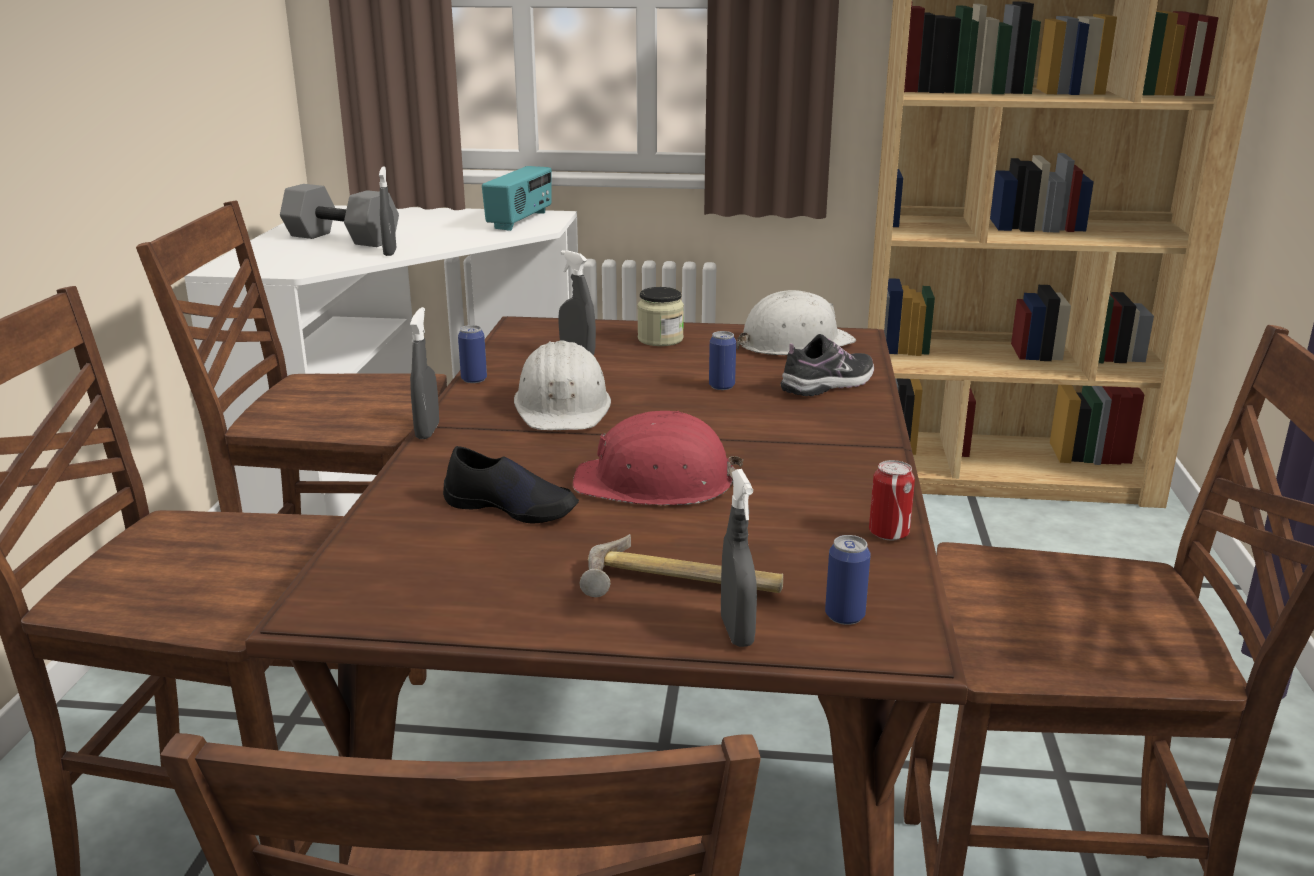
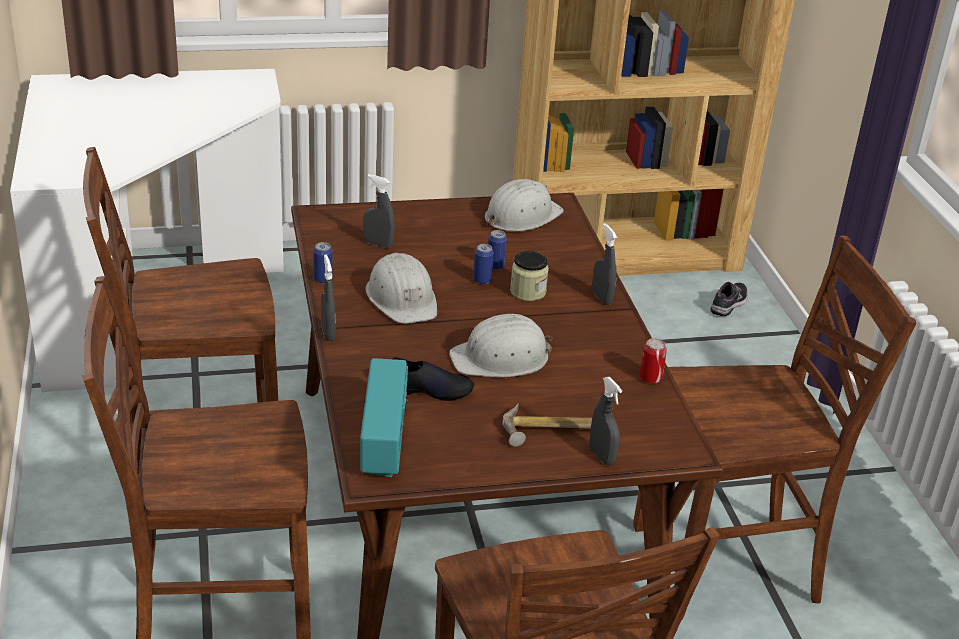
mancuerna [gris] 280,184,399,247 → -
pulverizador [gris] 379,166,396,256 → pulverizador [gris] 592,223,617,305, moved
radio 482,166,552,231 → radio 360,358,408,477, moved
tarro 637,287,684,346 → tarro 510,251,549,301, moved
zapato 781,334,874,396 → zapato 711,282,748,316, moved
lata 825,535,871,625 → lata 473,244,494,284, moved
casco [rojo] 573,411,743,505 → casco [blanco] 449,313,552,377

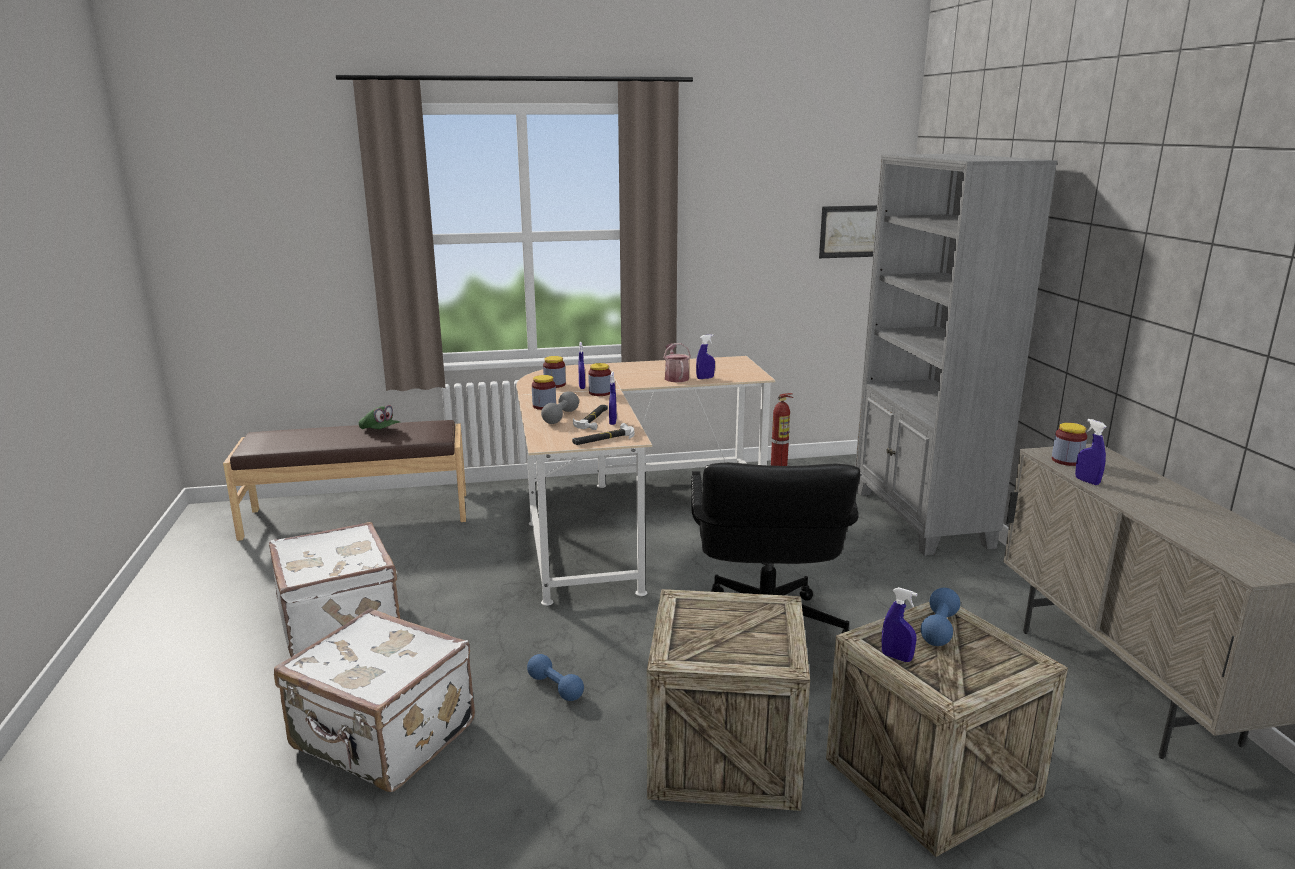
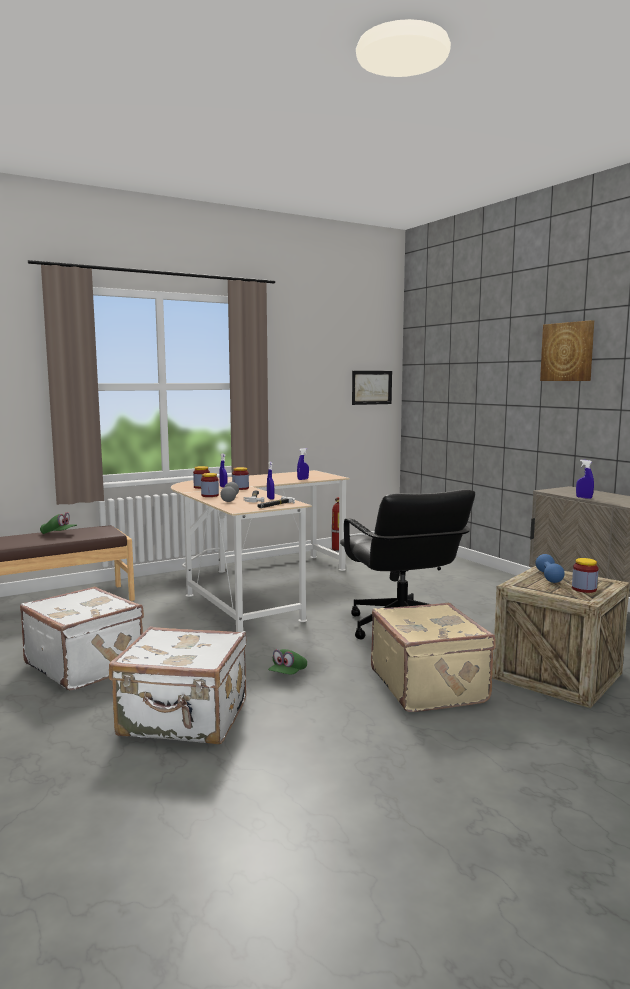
regadera 663,343,691,382 → -
estantería [gris] 855,154,1057,556 → -
pulverizador [azul] 882,587,917,662 → -
- → cuadro 540,320,594,381
tarro 1052,423,1087,466 → tarro 572,558,598,593, moved
mancuerna [azul] 527,654,584,701 → gorra [verde] 268,649,307,675
caja de embalaje 647,589,810,811 → maleta [beis] 371,603,496,712

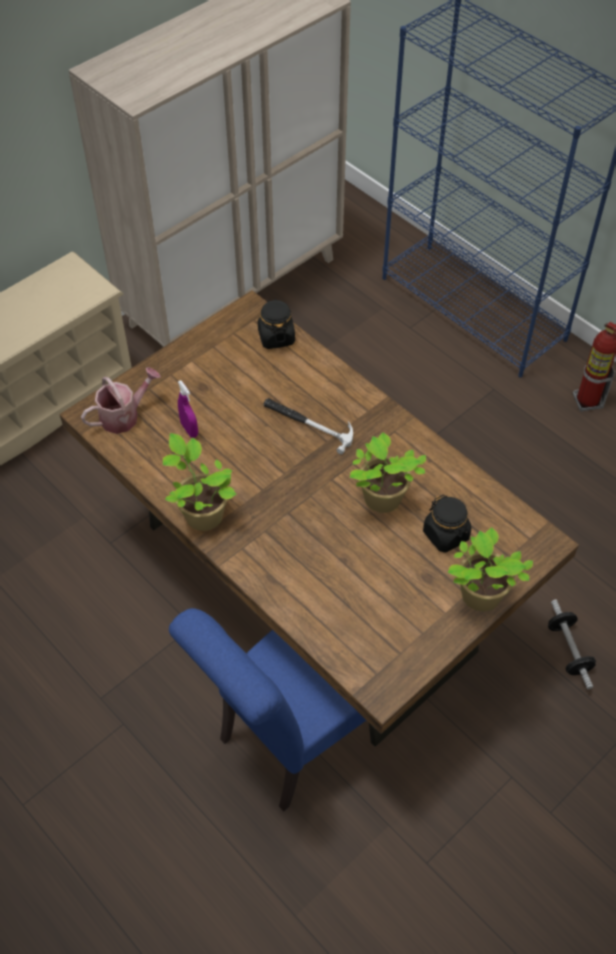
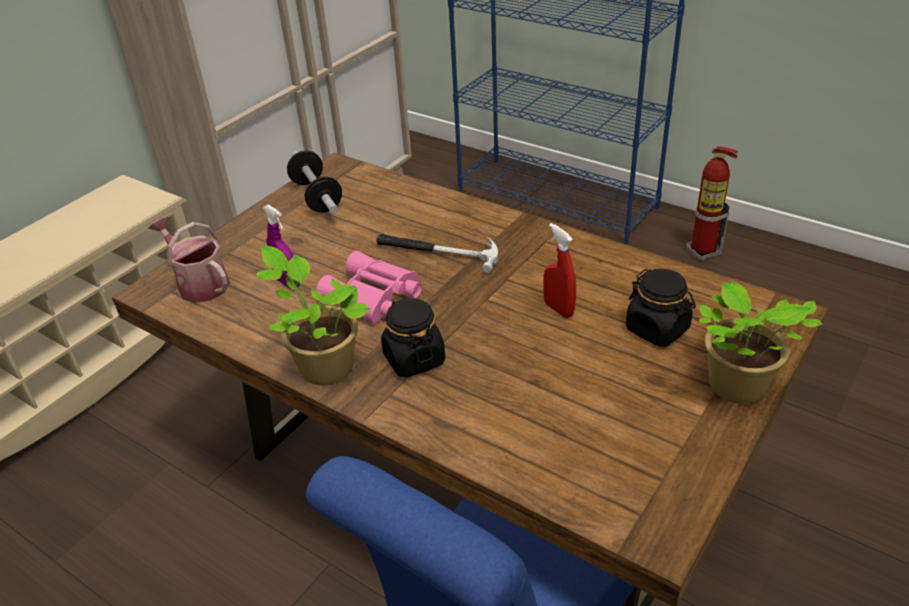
- → prismáticos [rosa] 316,251,422,324
tarro [negro] 258,299,295,349 → tarro [negro] 381,298,445,378, moved
mancuerna 548,600,596,689 → mancuerna 287,151,342,213, moved
planta en maceta 350,432,426,513 → pulverizador [rojo] 543,223,576,318
regadera 81,367,161,434 → regadera 148,217,230,303, 90 degrees counterclockwise

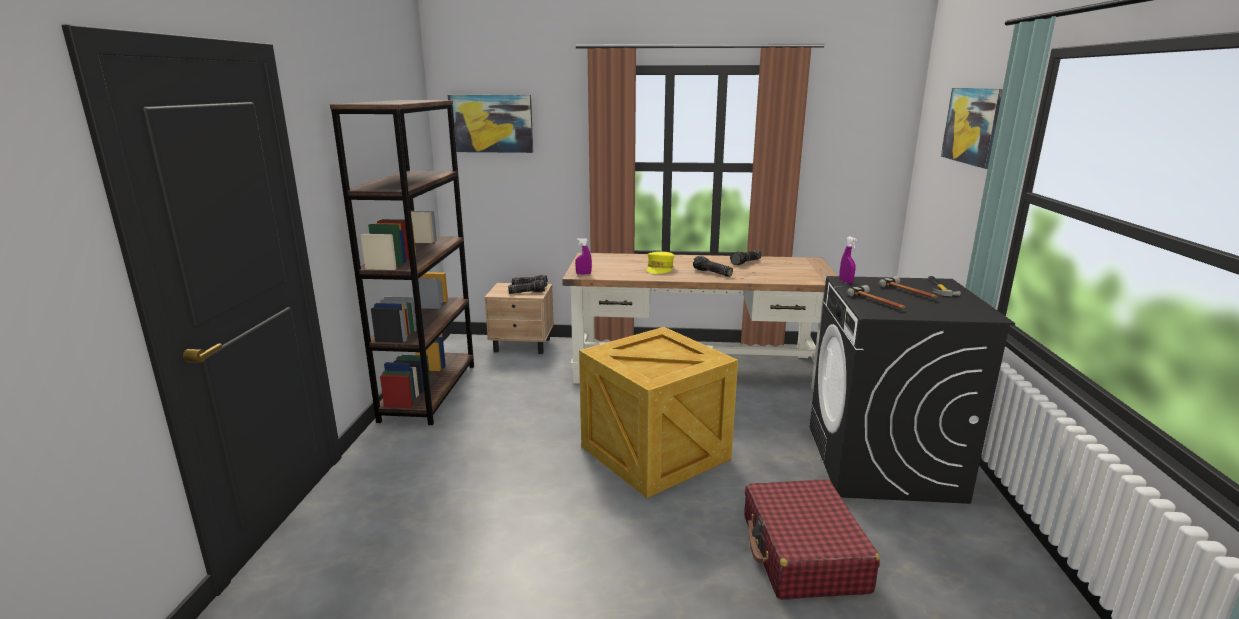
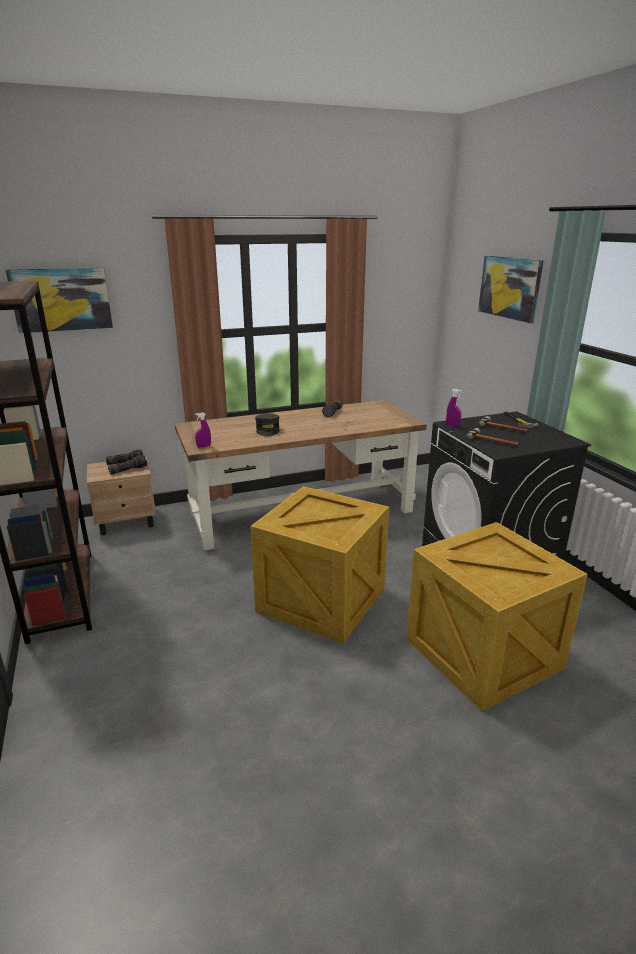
linterna 693,256,733,277 → -
maleta [rojo] 745,479,880,600 → caja de embalaje 406,522,588,712
gorra [amarillo] 647,252,674,274 → gorra [gris] 255,413,280,436

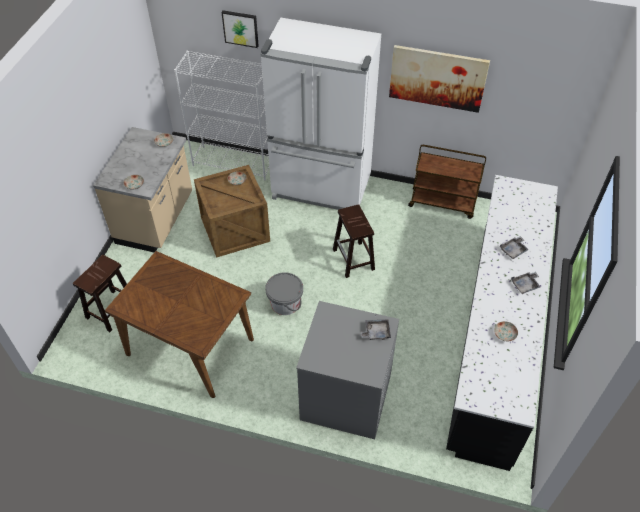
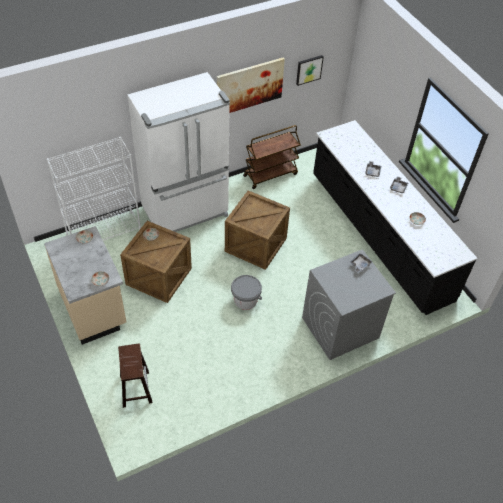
mesa de comedor [marrón] 104,251,254,398 → -
cuadro 221,10,259,48 → cuadro 296,55,324,86, moved
taburete [marrón] 333,204,375,278 → caja de embalaje 225,190,290,270

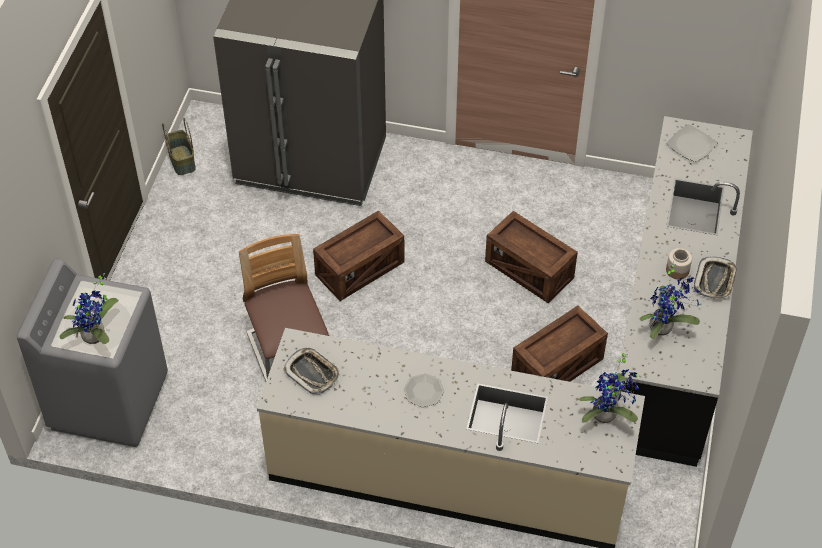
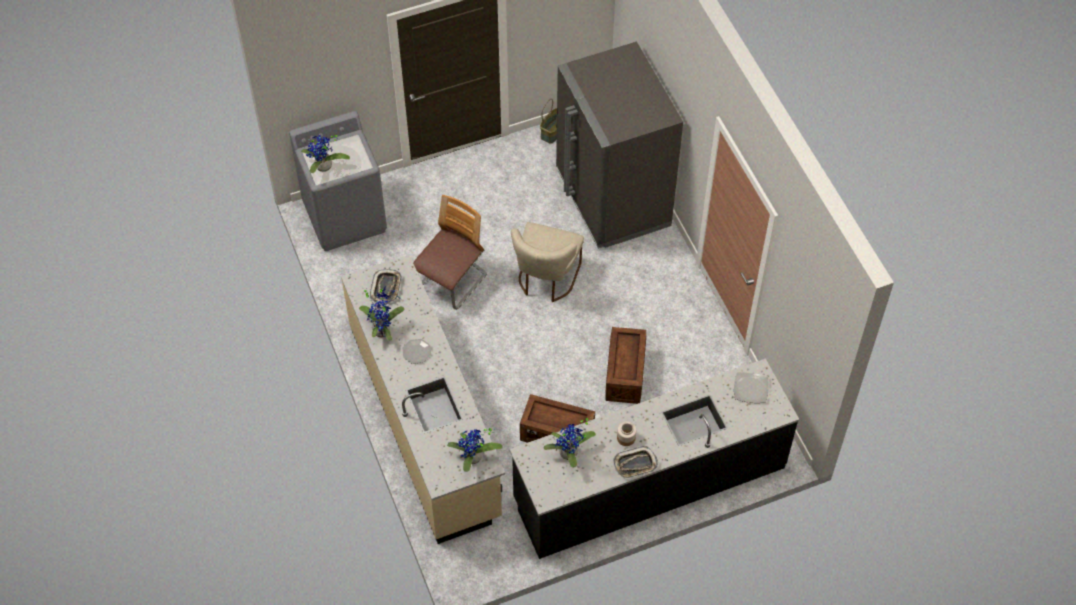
- → planta en maceta 359,286,404,341
caja de embalaje 313,210,404,301 → silla [beis] 511,222,584,302

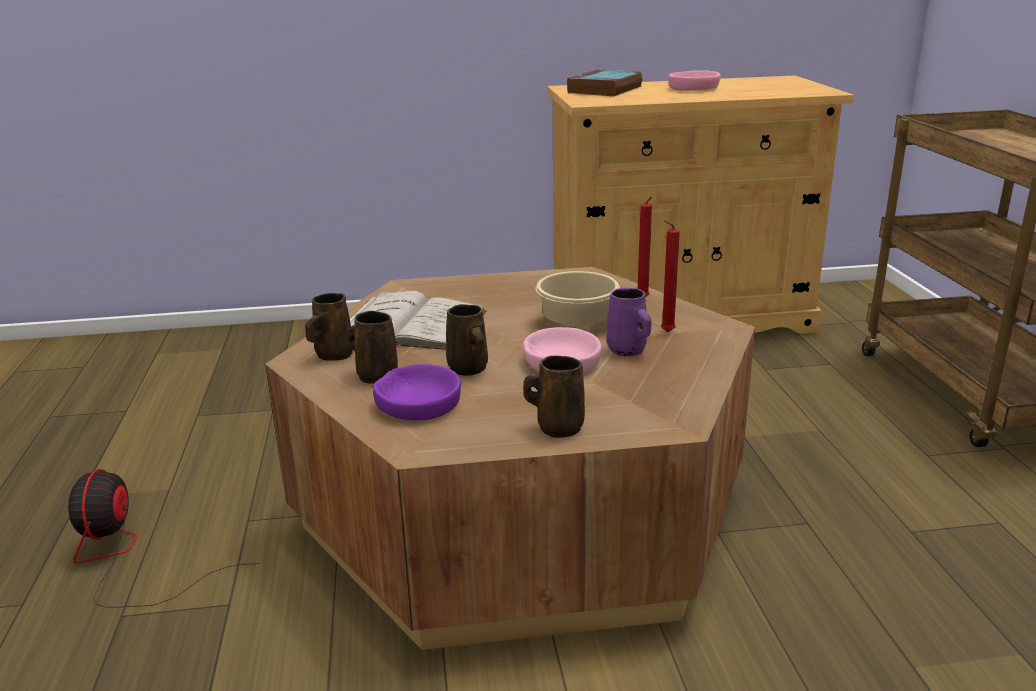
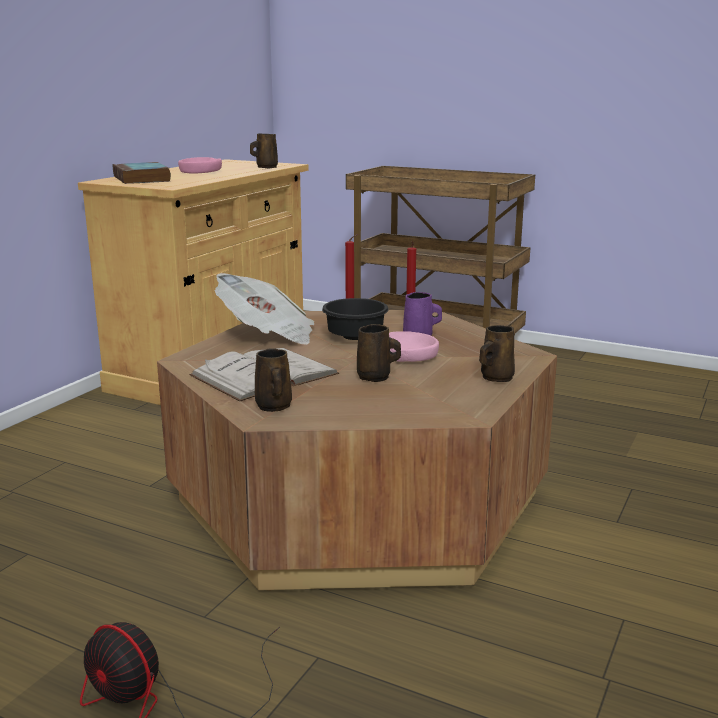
cuenco [morado] 373,364,461,421 → -
- → periódico 215,273,314,345
taza grande [marrón] 348,311,398,384 → taza grande [marrón] 250,133,278,168, moved
cuenco [beis] 536,271,620,327 → cuenco [negro] 322,298,389,340

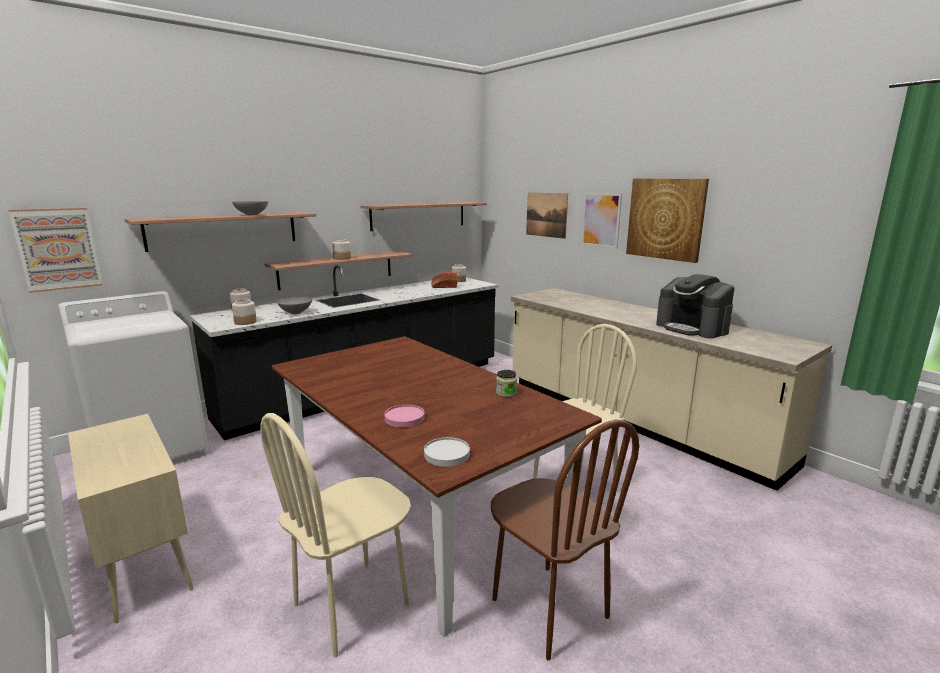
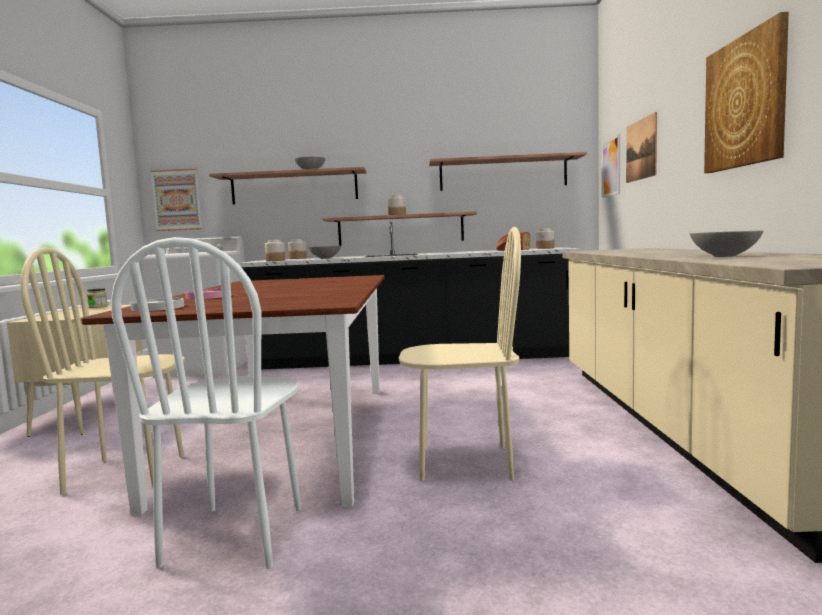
tarro 496,370,517,397 → tarro 87,288,108,308, moved
cuadro 581,193,622,249 → cuadro 602,134,620,198, moved
cafetera 656,274,734,339 → cuenco [gris] 690,231,763,257
silla [marrón] 491,420,639,660 → silla [blanco] 111,237,301,569

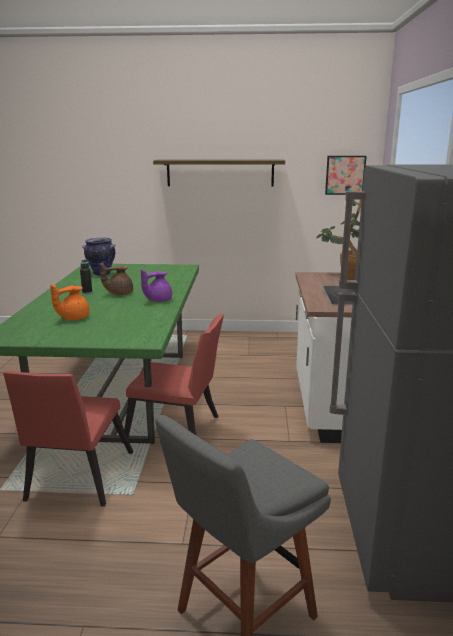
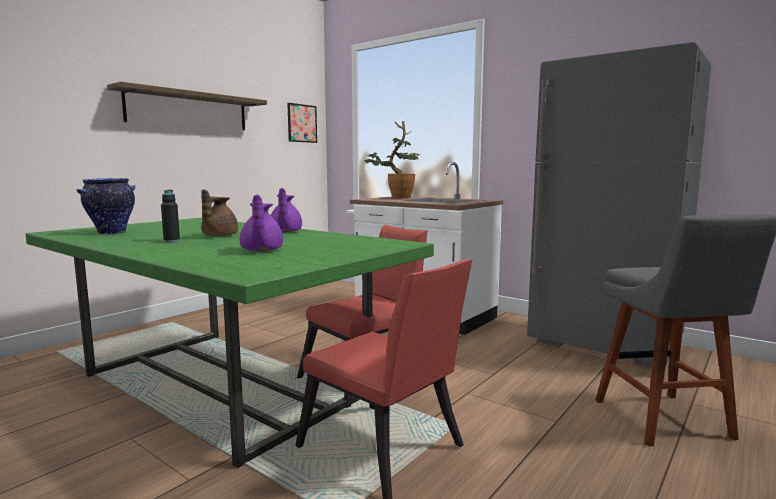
tetera [naranja] 50,285,90,320 → tetera [morado] 240,195,283,251

